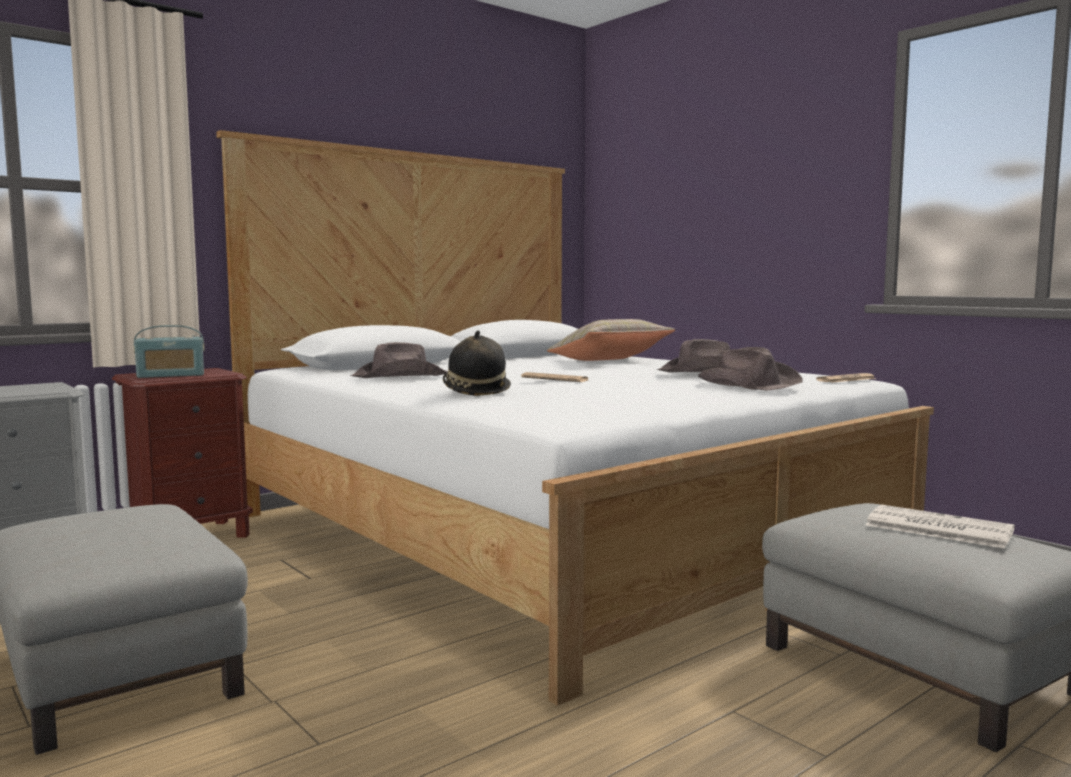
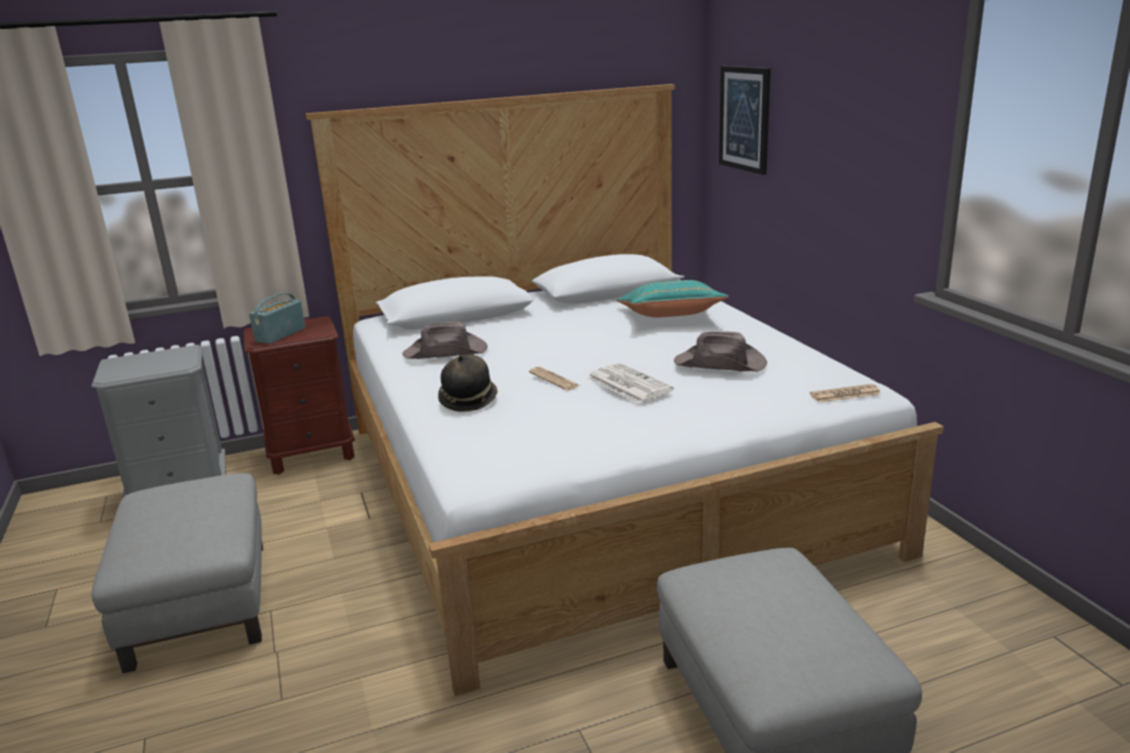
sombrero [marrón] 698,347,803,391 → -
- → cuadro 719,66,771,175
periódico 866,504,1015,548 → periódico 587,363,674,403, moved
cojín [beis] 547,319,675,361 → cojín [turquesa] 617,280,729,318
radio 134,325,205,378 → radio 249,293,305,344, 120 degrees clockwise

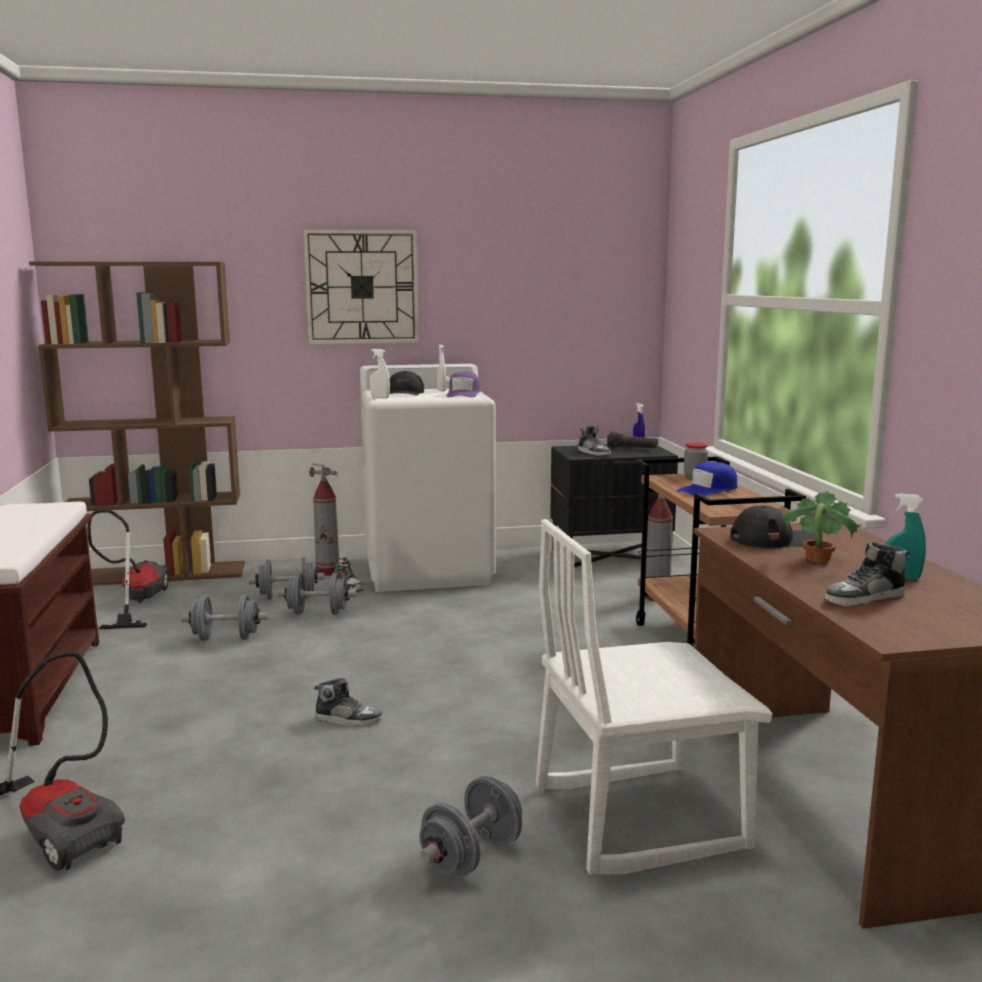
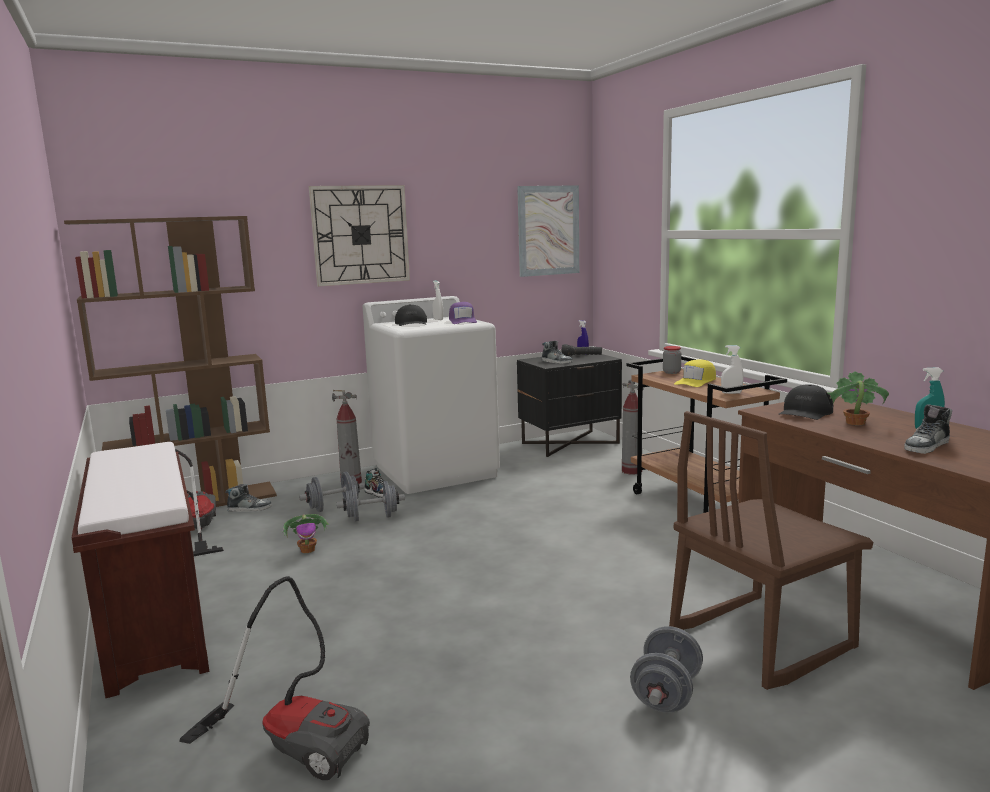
- → cuadro 517,185,579,277
zapato 314,678,382,726 → zapato 225,484,272,512, moved
pulverizador [blanco] 370,349,390,398 → pulverizador [blanco] 721,345,744,394, moved
mancuerna [gris] 182,594,268,641 → planta en maceta 282,514,329,553
silla [blanco] 536,519,773,875 → silla [marrón] 669,411,873,690
gorra [azul] 676,462,737,496 → gorra [amarillo] 674,359,716,387
gorra [negro] 730,505,816,548 → gorra [negro] 779,384,833,420, 150 degrees clockwise

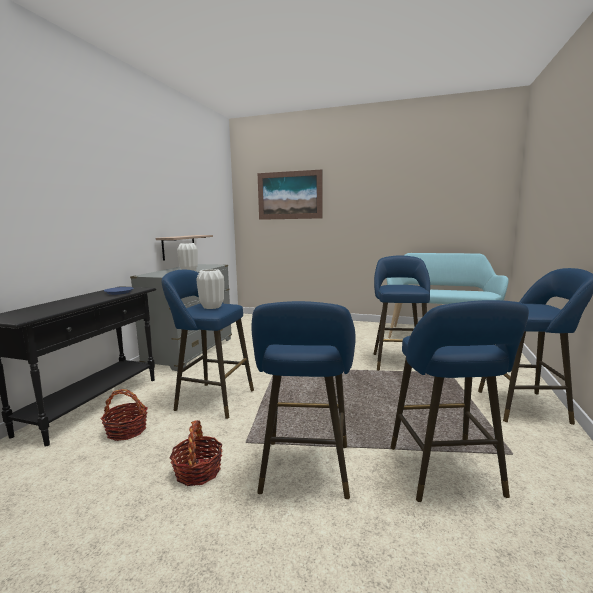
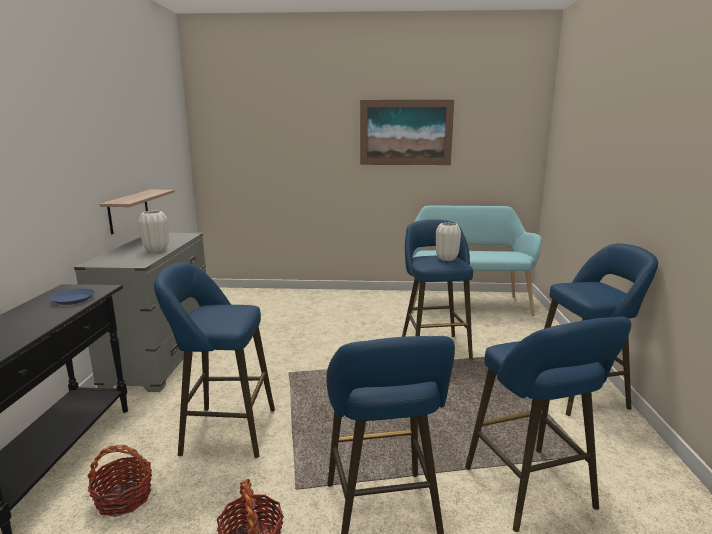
florero [blanco] 196,269,224,309 → florero [blanco] 436,223,461,261, moved
cuadro 258,169,323,220 → cuadro 360,100,454,165, moved

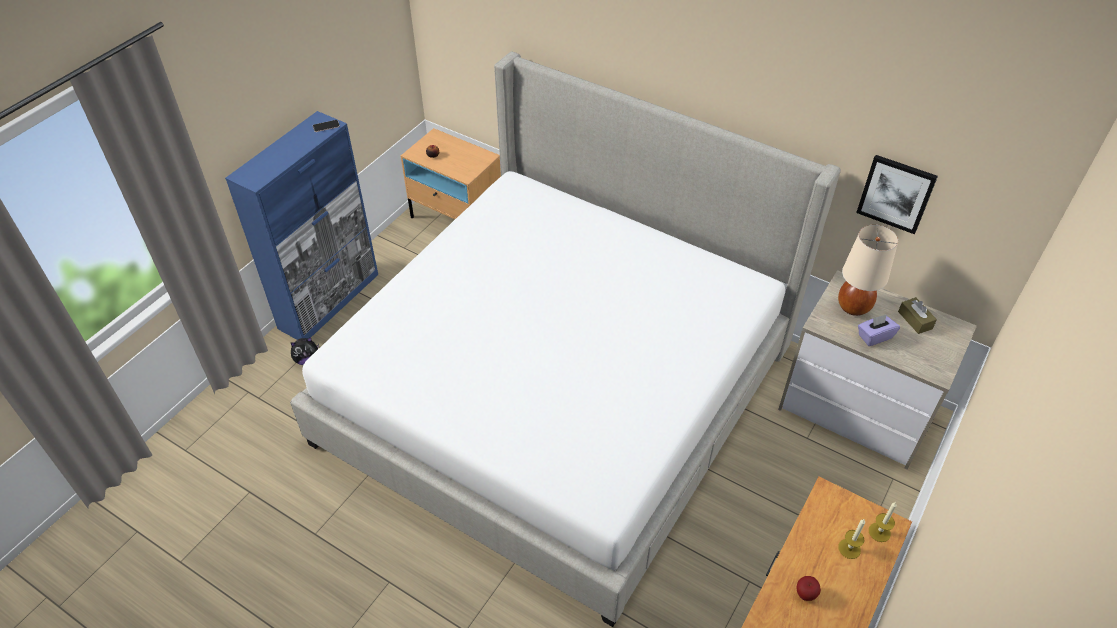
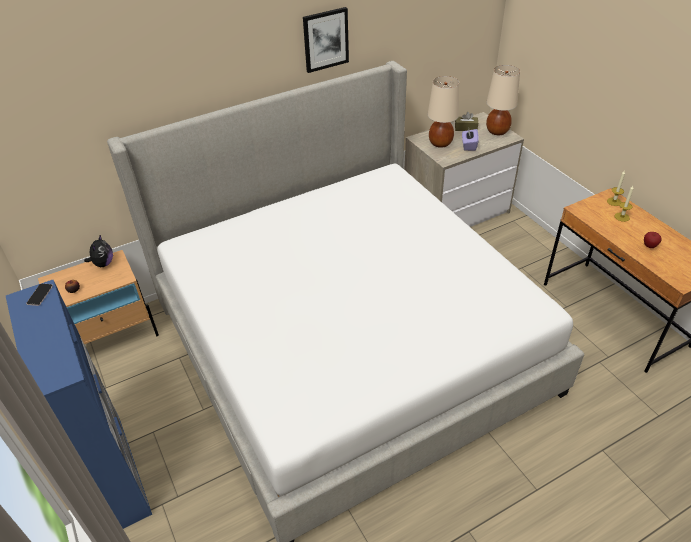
- → lámpara de mesa [beis] 486,65,520,135
peluche 291,337,319,365 → peluche 84,234,113,267, moved
cuadro 856,155,938,234 → cuadro 303,7,349,73, moved

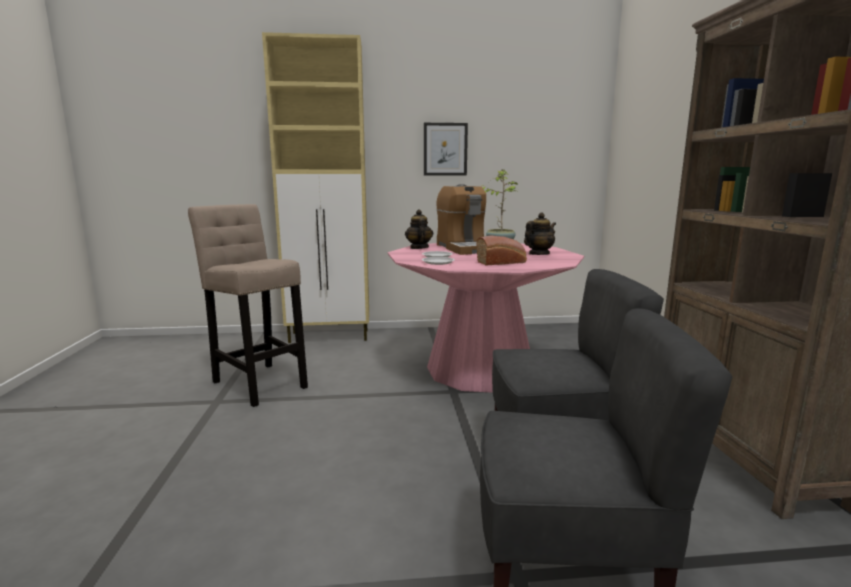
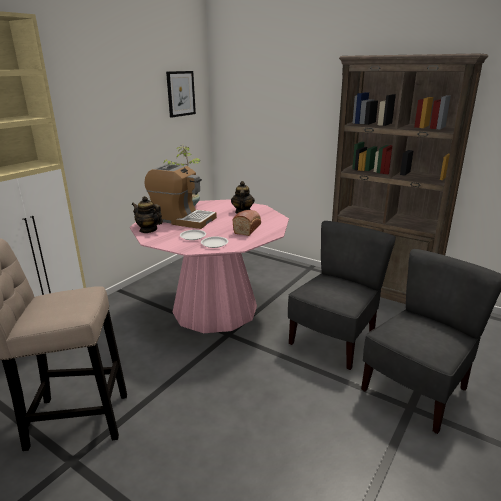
cuadro 424,123,468,176 → cuadro 166,71,196,118, moved

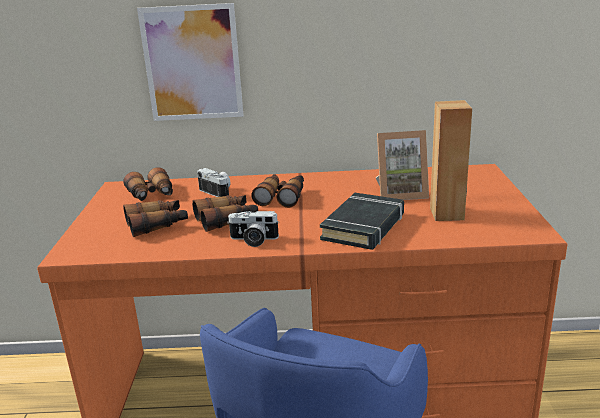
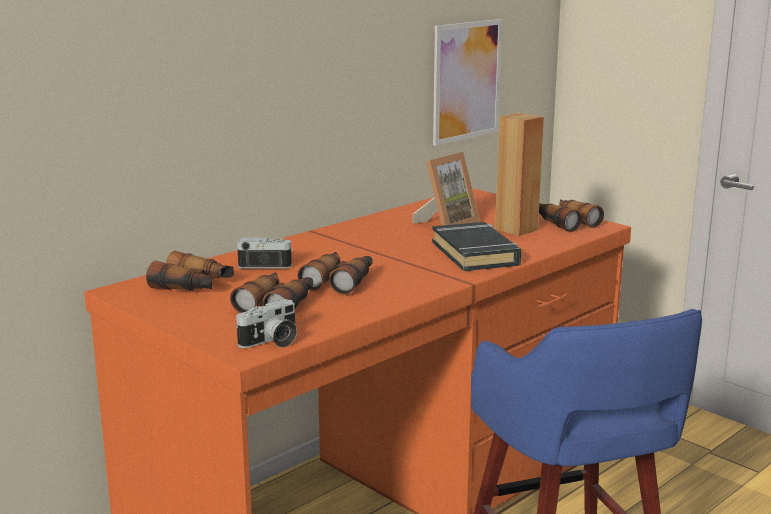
cuadro 137,3,244,121 → cuadro 433,19,502,146, moved
cámara 227,211,280,247 → cámara 235,299,297,348, moved
prismáticos 251,174,304,208 → prismáticos 539,199,604,232, moved

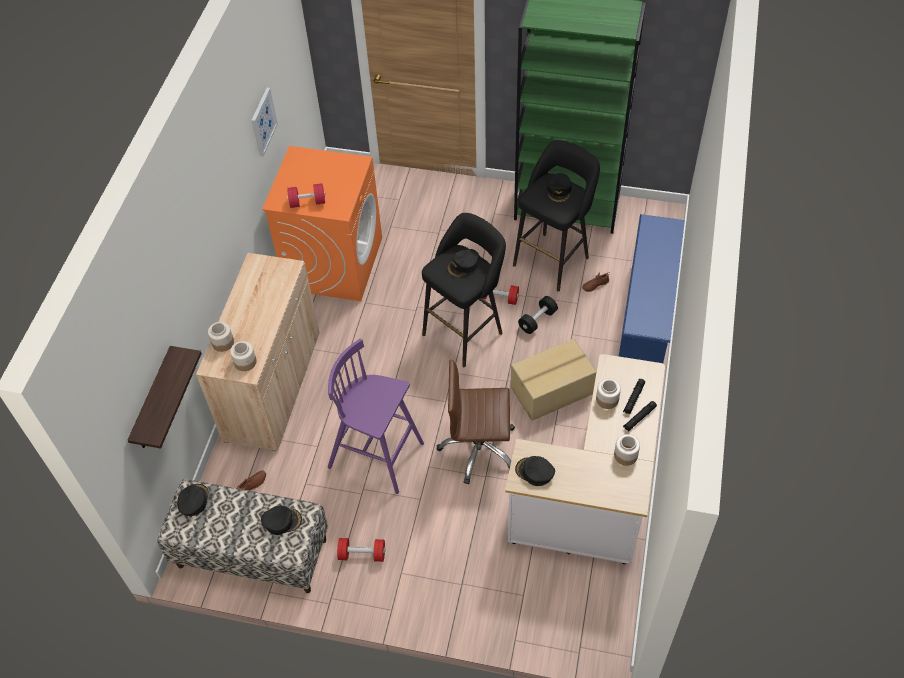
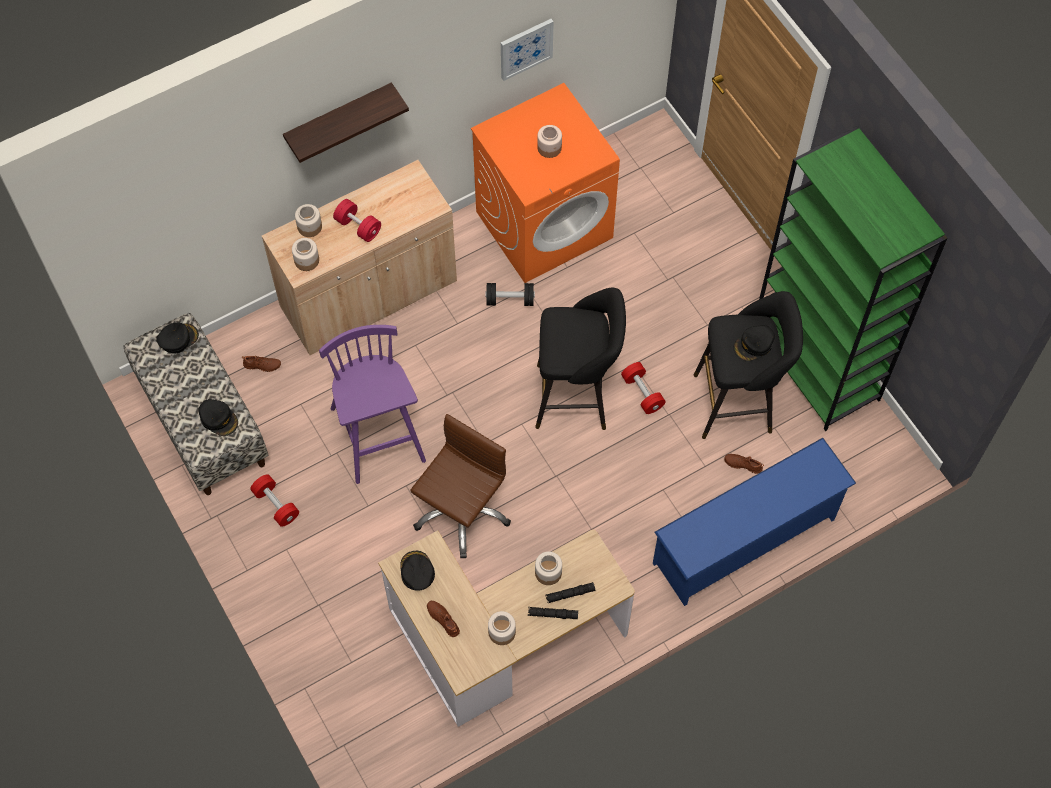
gorra [negro] 447,249,479,277 → -
caja de cartón 511,339,597,421 → -
- → zapato [marrón] 427,601,460,637
- → tarro 537,125,562,158
estante 127,346,202,449 → estante 283,83,409,163, moved
mancuerna [rojo] 287,183,325,208 → mancuerna [rojo] 333,199,381,242, moved
mancuerna [negro] 518,296,558,334 → mancuerna [negro] 485,283,535,306, moved
silla de oficina [marrón] 437,359,515,484 → silla de oficina [marrón] 410,414,511,558, 75 degrees clockwise

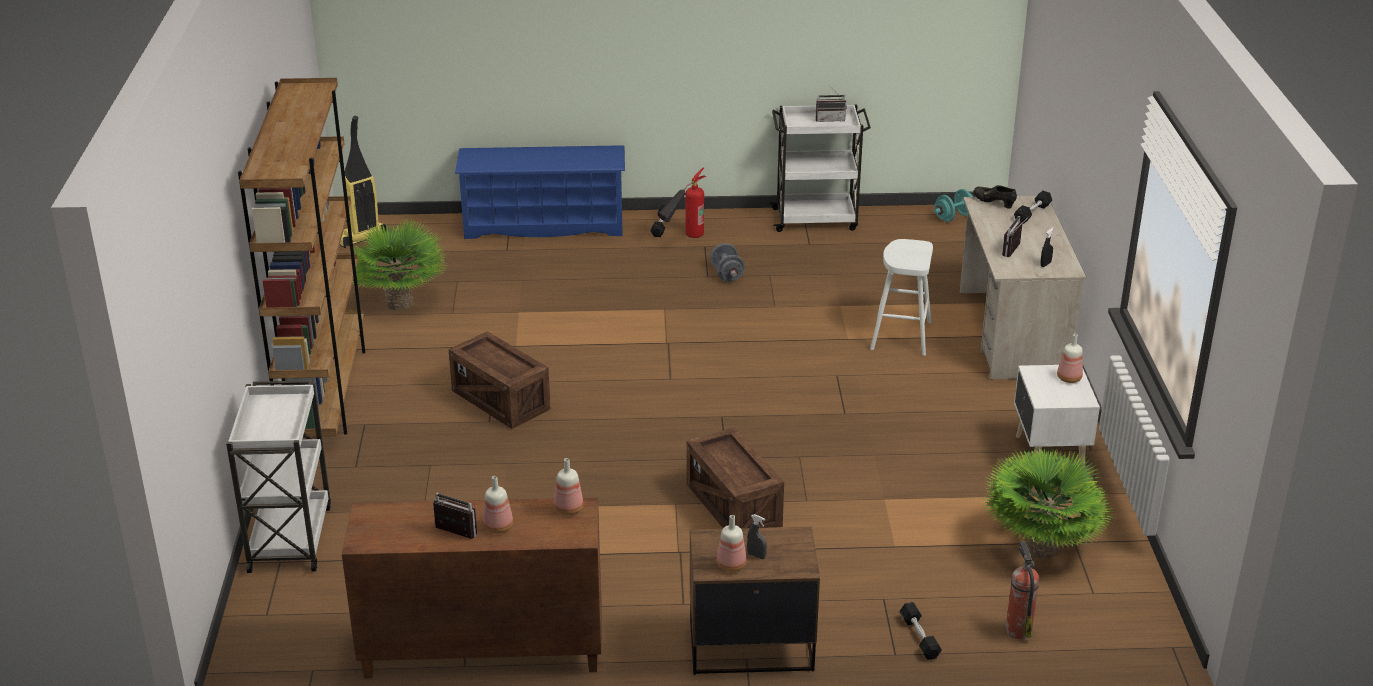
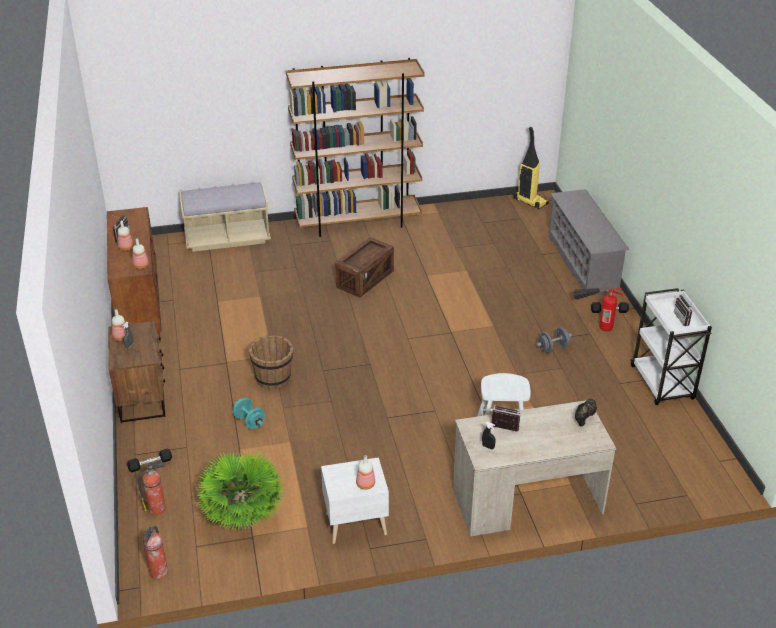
planta en maceta 348,217,447,311 → -
mancuerna [negro] 1014,191,1052,224 → -
- → extintor 143,526,168,579
mancuerna [turquesa] 934,189,973,222 → mancuerna [turquesa] 233,398,265,429, moved
carrito [blanco] 226,380,331,573 → banco [beis] 179,182,271,252
caja de embalaje 687,428,784,528 → cubo [marrón] 249,335,293,389
zapatero [azul] 455,145,625,239 → zapatero [gris] 548,189,629,294

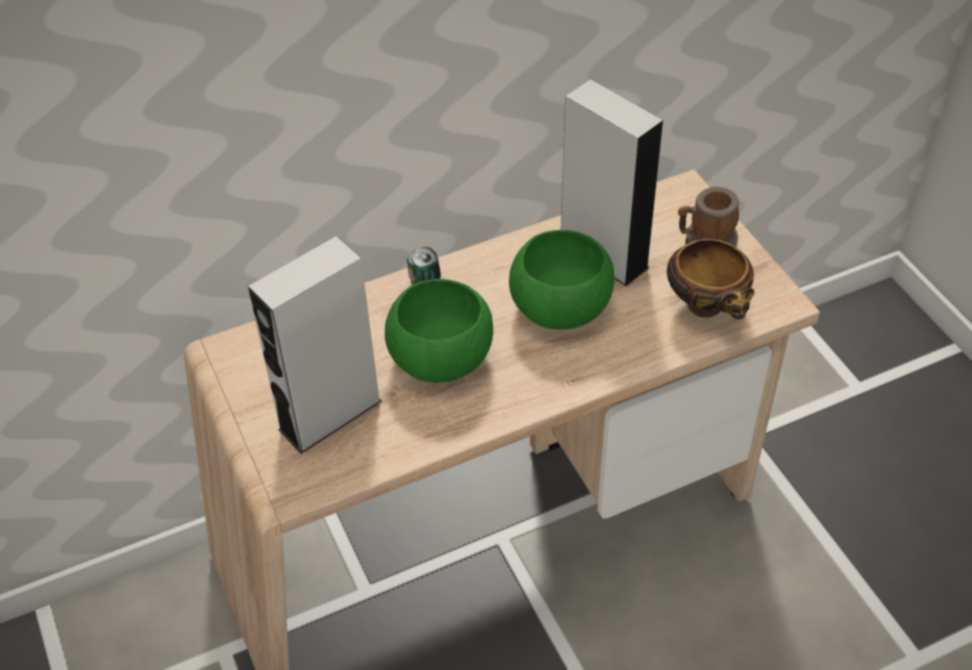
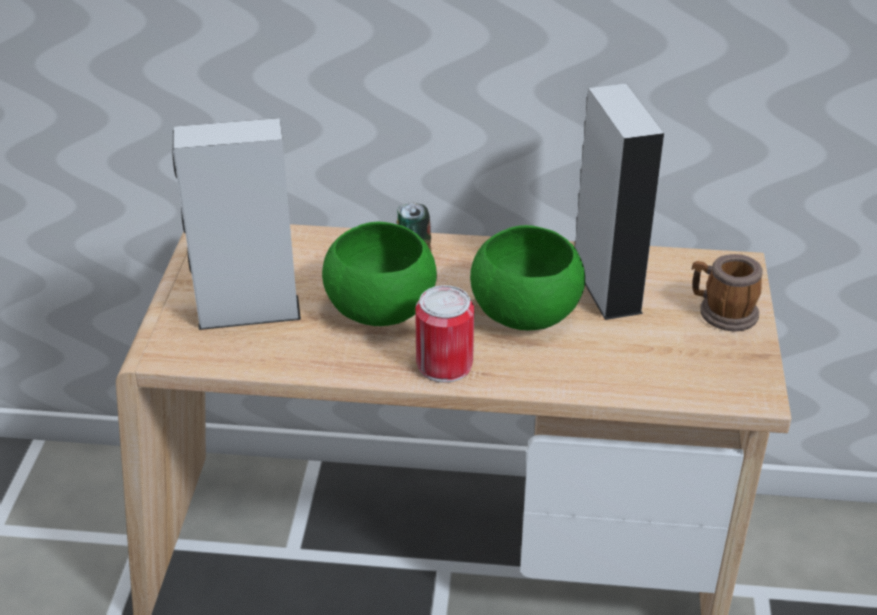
cuenco 667,237,754,319 → -
- → lata 415,285,474,383

